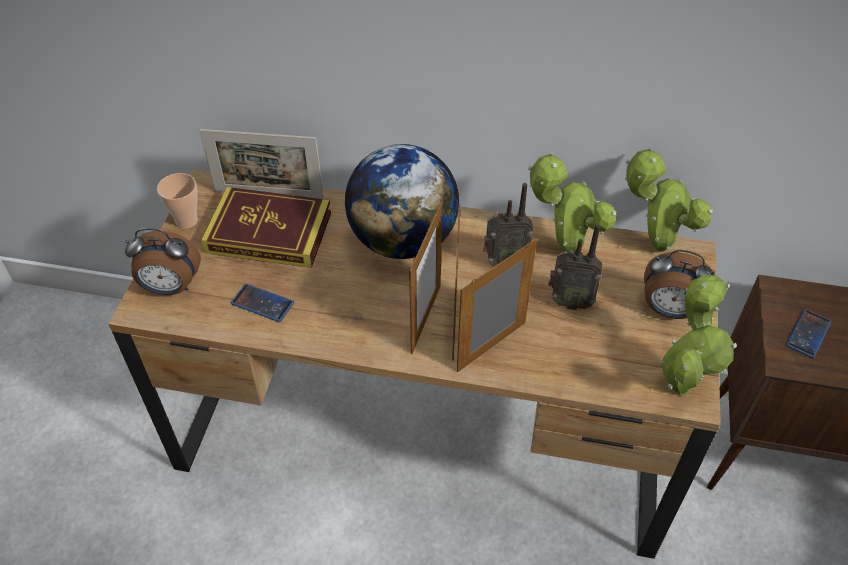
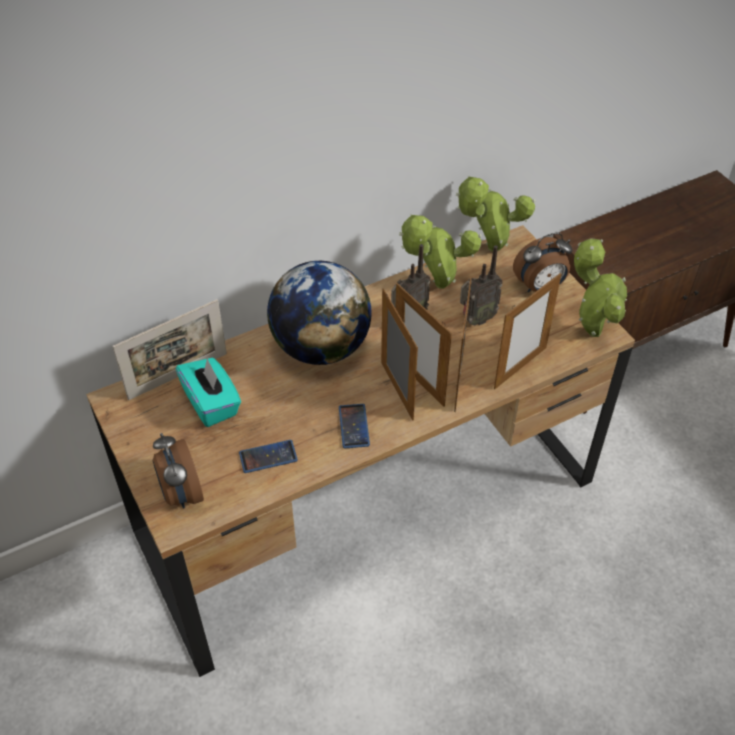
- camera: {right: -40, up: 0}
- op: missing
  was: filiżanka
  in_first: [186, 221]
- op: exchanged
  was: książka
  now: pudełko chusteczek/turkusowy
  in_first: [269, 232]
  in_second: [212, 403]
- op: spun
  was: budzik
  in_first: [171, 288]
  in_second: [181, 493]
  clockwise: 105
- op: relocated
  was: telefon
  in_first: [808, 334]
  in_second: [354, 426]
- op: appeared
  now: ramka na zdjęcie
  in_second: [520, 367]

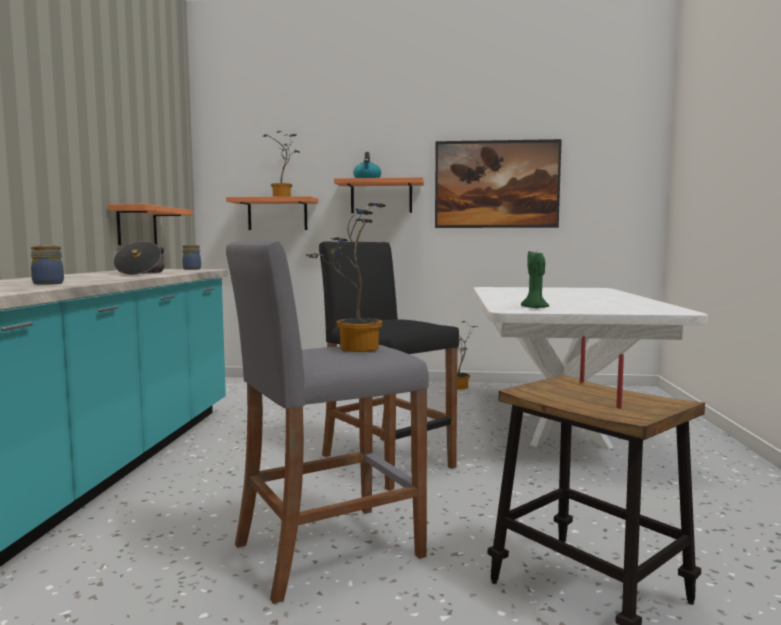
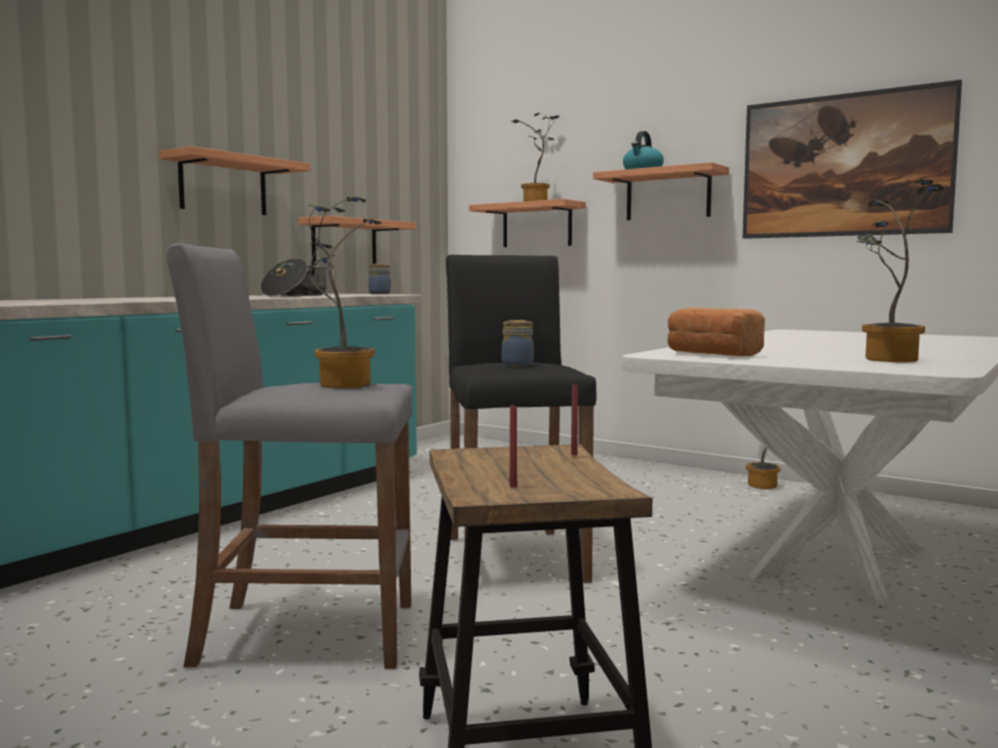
- camera: {right: 30, up: 0}
- op: relocated
  was: słoik
  in_first: [47, 283]
  in_second: [517, 364]
- op: exchanged
  was: świeca/zielony
  now: chleb
  in_first: [534, 308]
  in_second: [710, 354]
- op: appeared
  now: półka
  in_second: [223, 185]
- op: appeared
  now: roślina doniczkowa
  in_second: [886, 360]

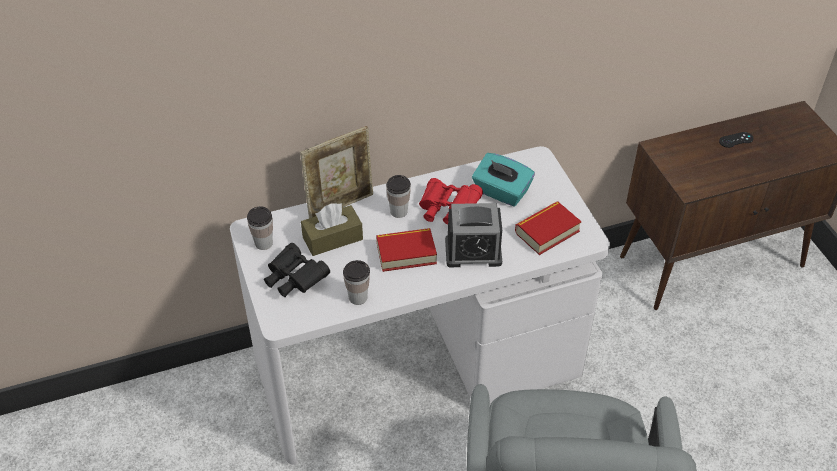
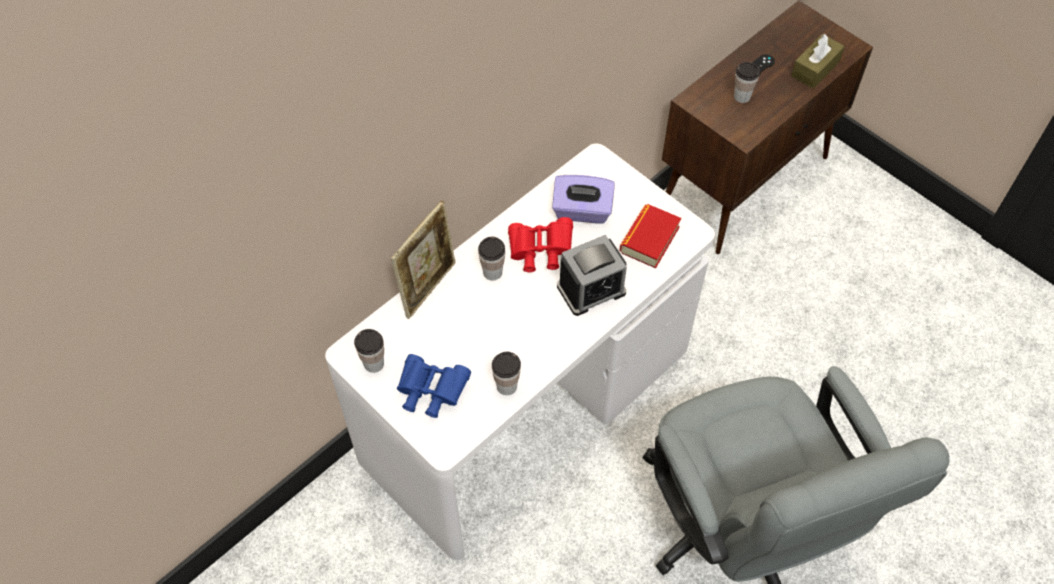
- camera: {right: -25, up: 10}
- op: colour
  was: pudełko chusteczek/turkusowy
  now: pudełko chusteczek/fioletowy
  in_first: [501, 192]
  in_second: [582, 211]
- op: relocated
  was: pudełko chusteczek/brązowy
  in_first: [332, 238]
  in_second: [815, 69]
- op: missing
  was: książka
  in_first: [406, 253]
- op: colour
  was: lornetka/czarny
  now: lornetka/niebieski
  in_first: [294, 279]
  in_second: [431, 392]
- op: appeared
  now: filiżanka
  in_second: [742, 96]

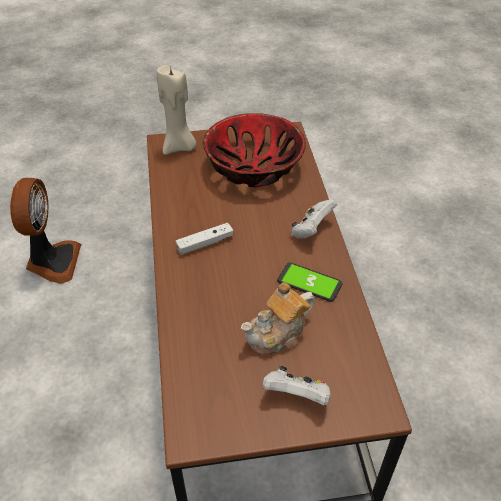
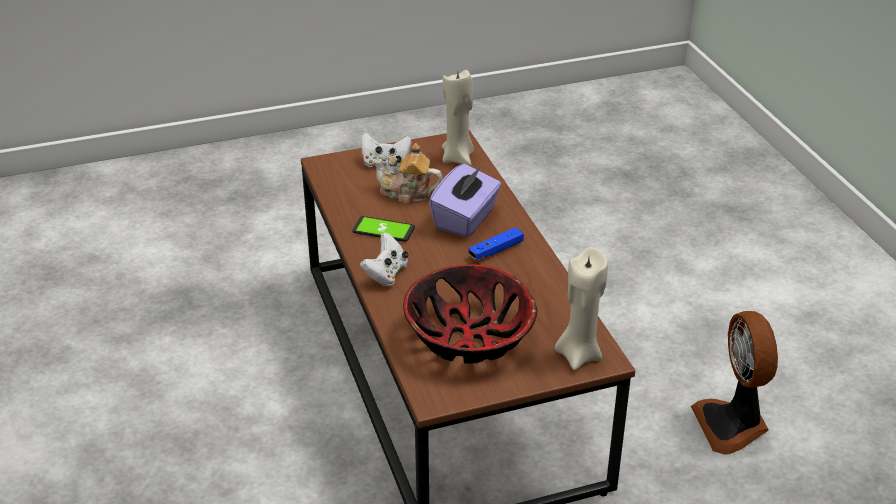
- camera: {right: 170, up: -10}
- op: colour
  was: pad do gier/biały
  now: pad do gier/niebieski
  in_first: [205, 243]
  in_second: [496, 250]
- op: spun
  was: imbryk
  in_first: [278, 334]
  in_second: [406, 193]
  clockwise: -120
- op: appeared
  now: świeca/beżowy
  in_second: [458, 158]
- op: appeared
  now: pudełko chusteczek/fioletowy
  in_second: [466, 219]

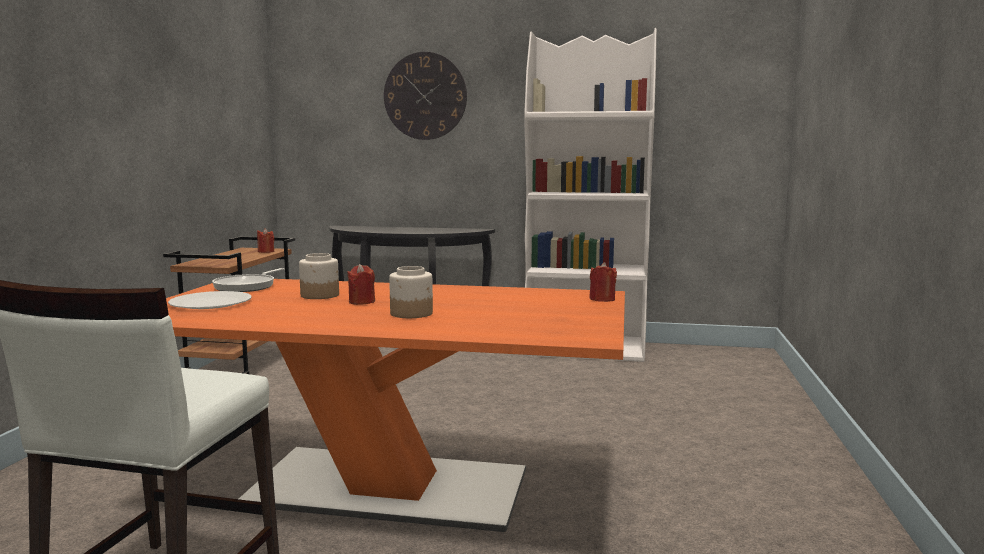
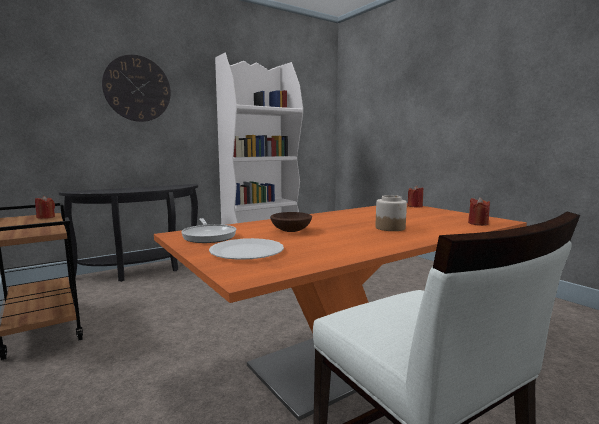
- camera: {right: -45, up: 0}
- op: exchanged
  was: słoik
  now: miska/brązowy
  in_first: [320, 295]
  in_second: [291, 230]
- op: relocated
  was: świeca/czerwony
  in_first: [362, 302]
  in_second: [478, 223]

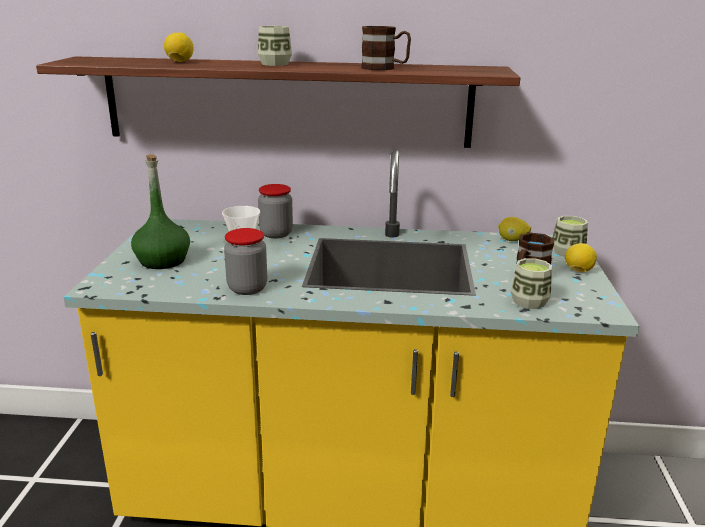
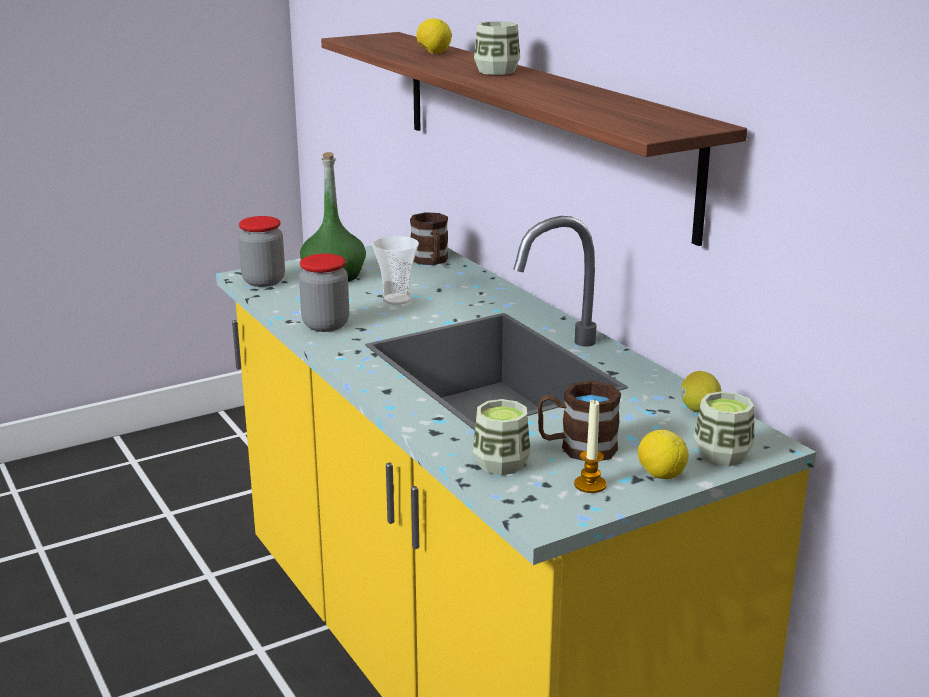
- camera: {right: 55, up: 0}
- op: relocated
  was: kubek/brązowy
  in_first: [385, 68]
  in_second: [431, 261]
- op: relocated
  was: słoik
  in_first: [276, 234]
  in_second: [263, 281]
- op: appeared
  now: świeca
  in_second: [590, 485]

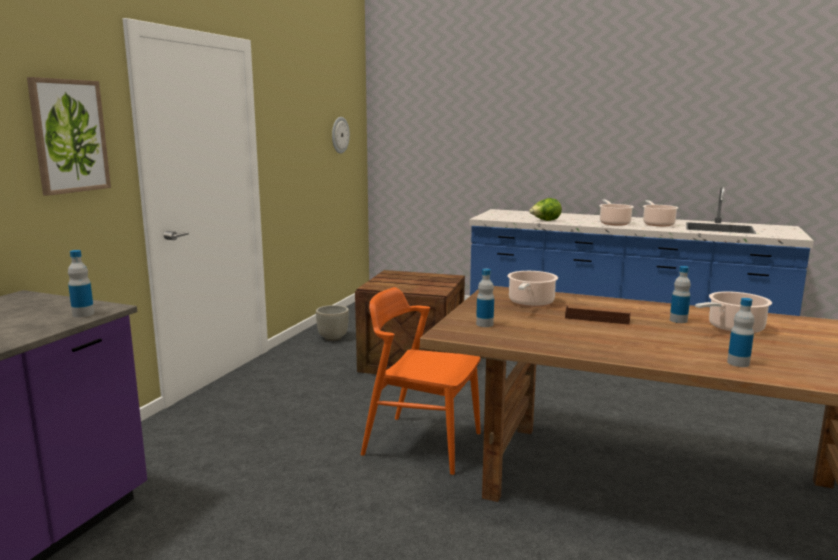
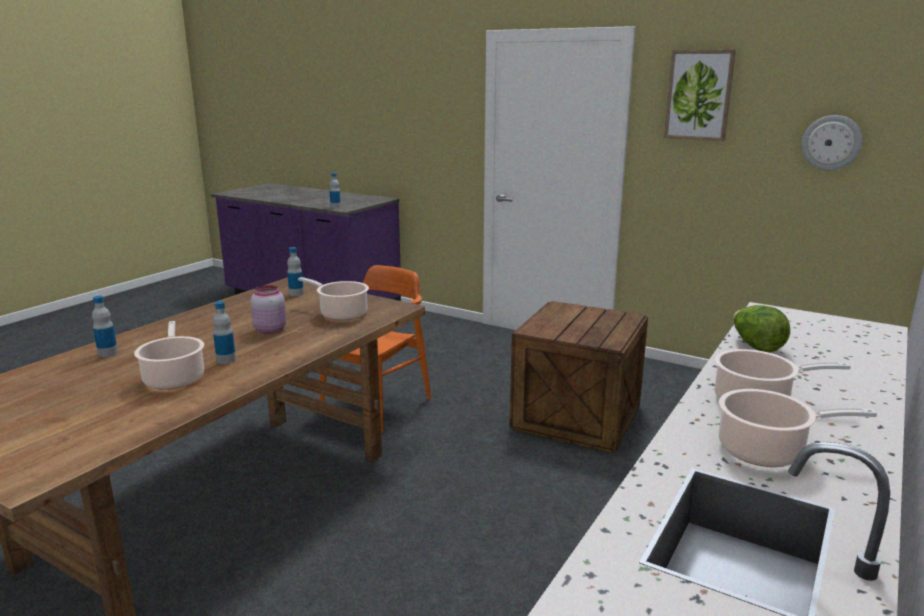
- camera: {right: 100, up: 5}
- op: relocated
  was: obraz
  in_first: [69, 136]
  in_second: [699, 95]
- op: missing
  was: donica/szary
  in_first: [333, 338]
- op: exchanged
  was: taca/brązowy
  now: słoik/różowy
  in_first: [597, 318]
  in_second: [270, 329]

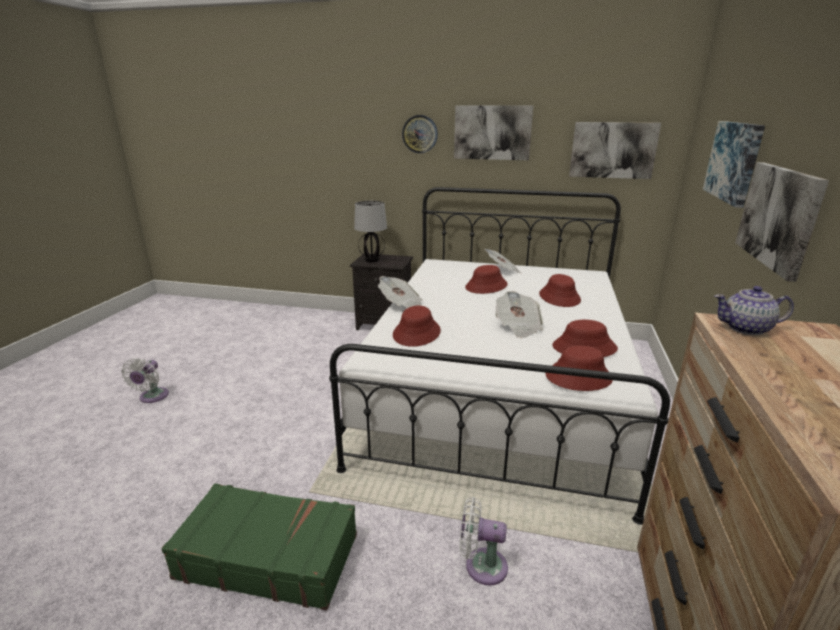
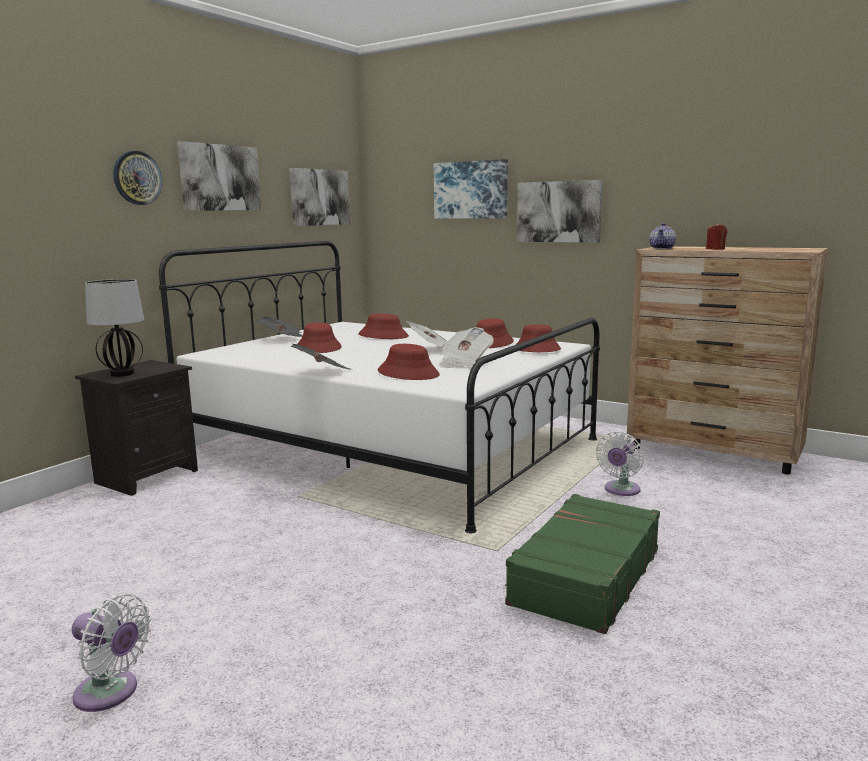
- camera: {right: -70, up: -10}
- op: appeared
  now: świeca/czerwony
  in_second: [715, 249]
- op: appeared
  now: gazeta
  in_second: [463, 363]

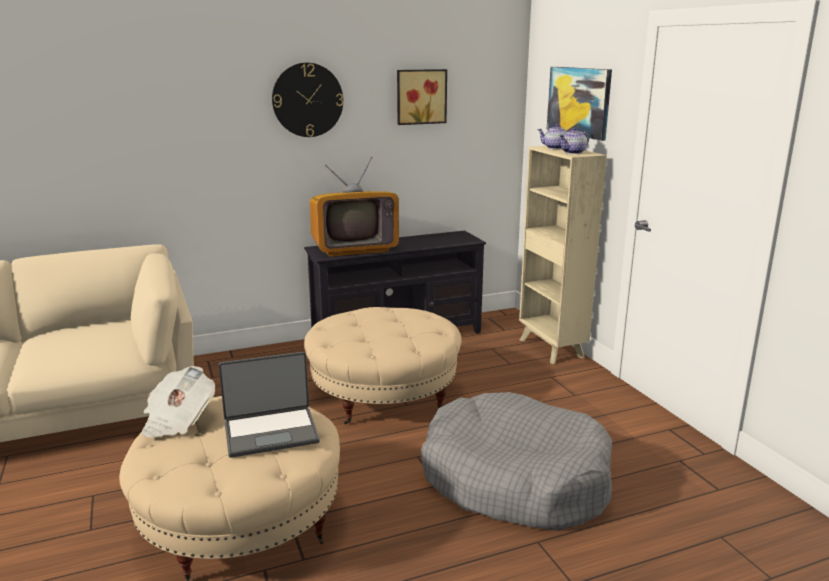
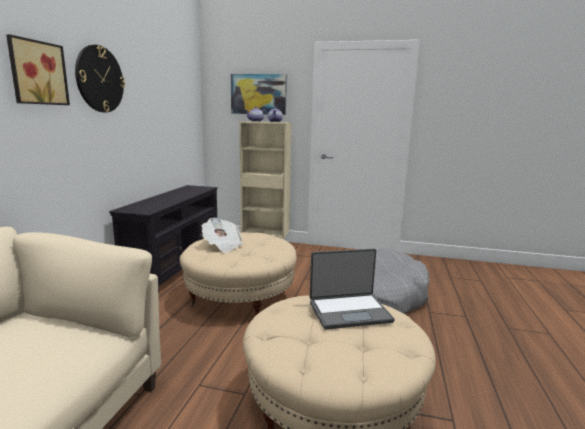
- camera: {right: -55, up: -5}
- op: relocated
  was: obraz
  in_first: [420, 96]
  in_second: [37, 73]
- op: missing
  was: telewizor
  in_first: [354, 248]
- op: spun
  was: laptop
  in_first: [271, 432]
  in_second: [349, 311]
  clockwise: 60
- op: relocated
  was: gazeta
  in_first: [178, 420]
  in_second: [222, 245]

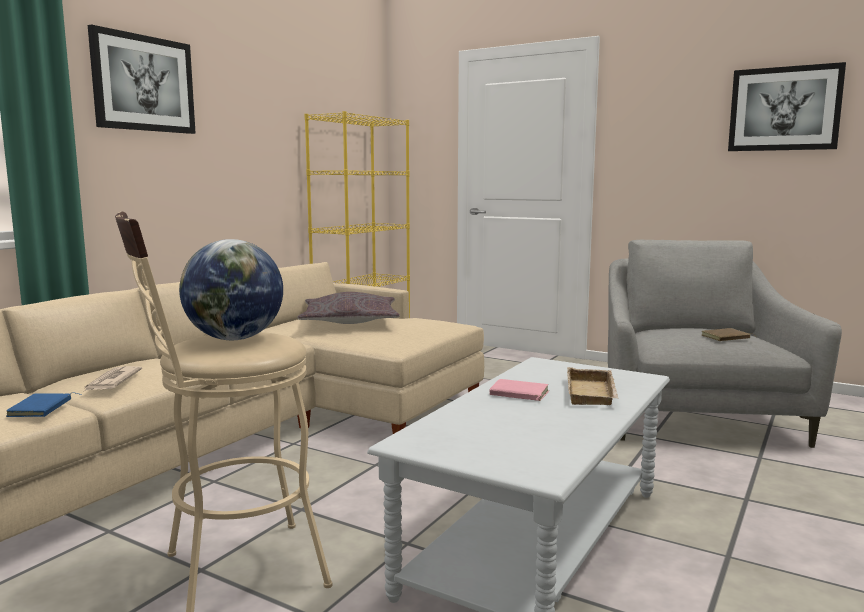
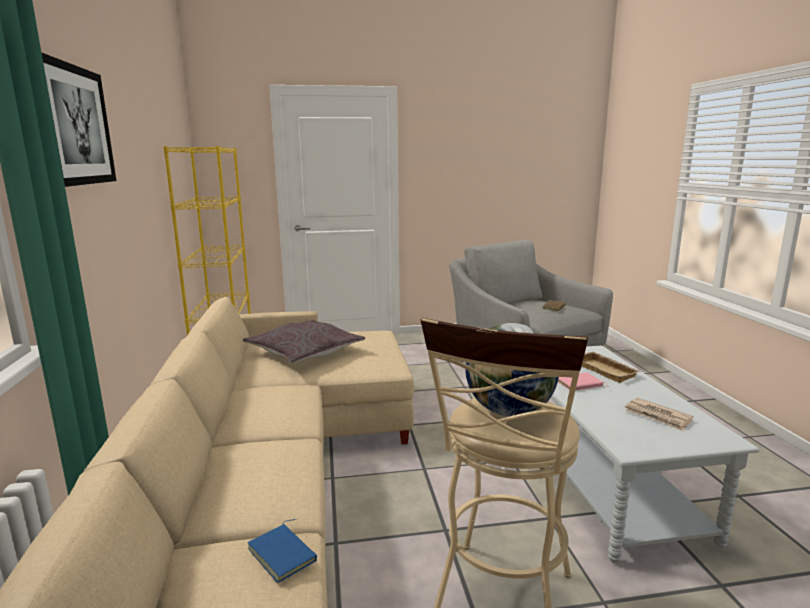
- camera: {right: -40, up: 5}
- op: missing
  was: obraz
  in_first: [784, 109]
- op: relocated
  was: gazeta
  in_first: [112, 382]
  in_second: [657, 416]

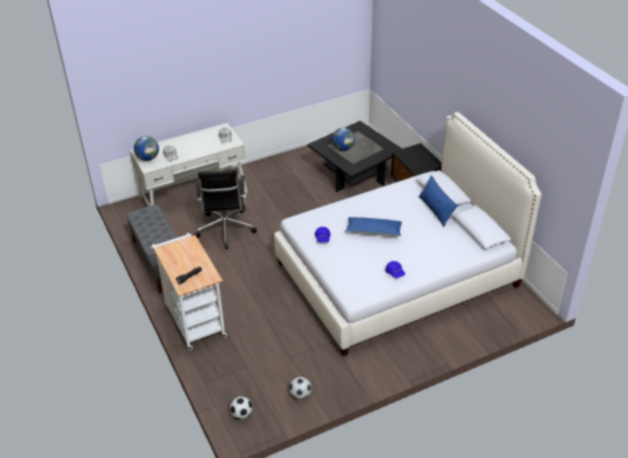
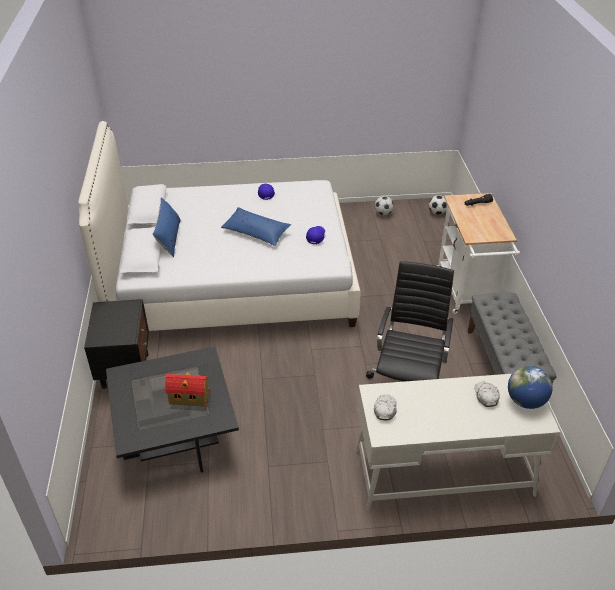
- camera: {right: -160, up: 0}
- op: exchanged
  was: globus
  now: domek
  in_first: [343, 148]
  in_second: [190, 398]

